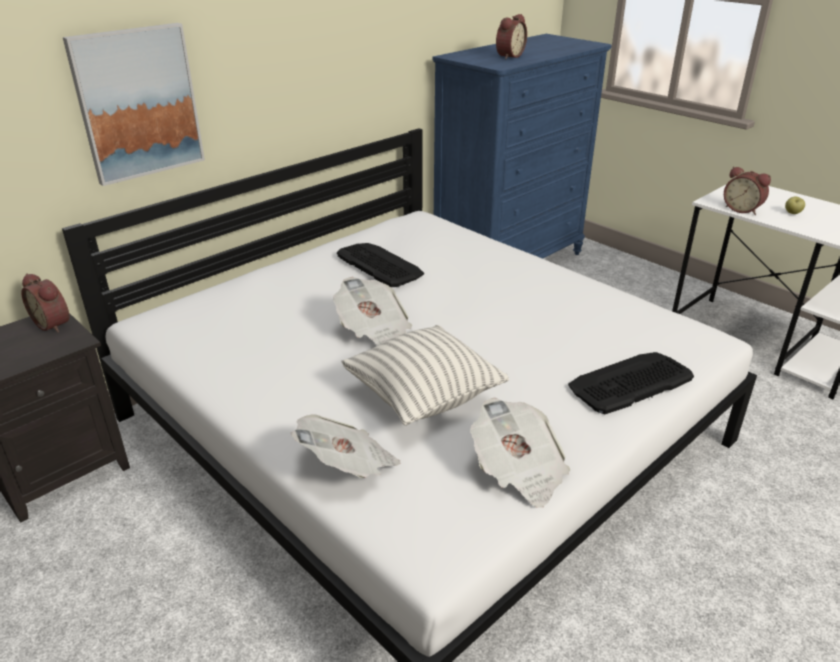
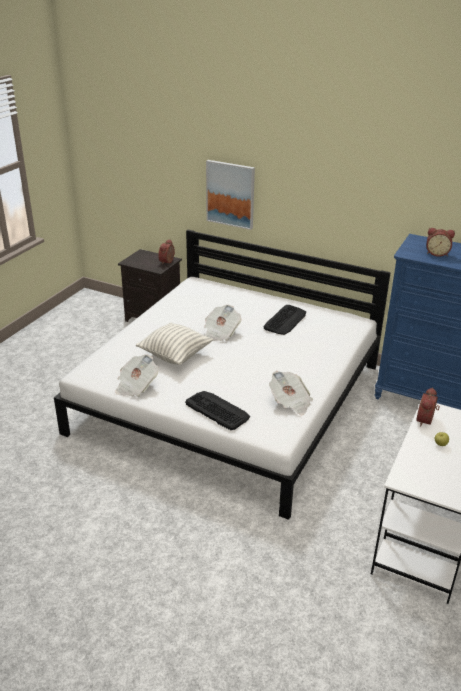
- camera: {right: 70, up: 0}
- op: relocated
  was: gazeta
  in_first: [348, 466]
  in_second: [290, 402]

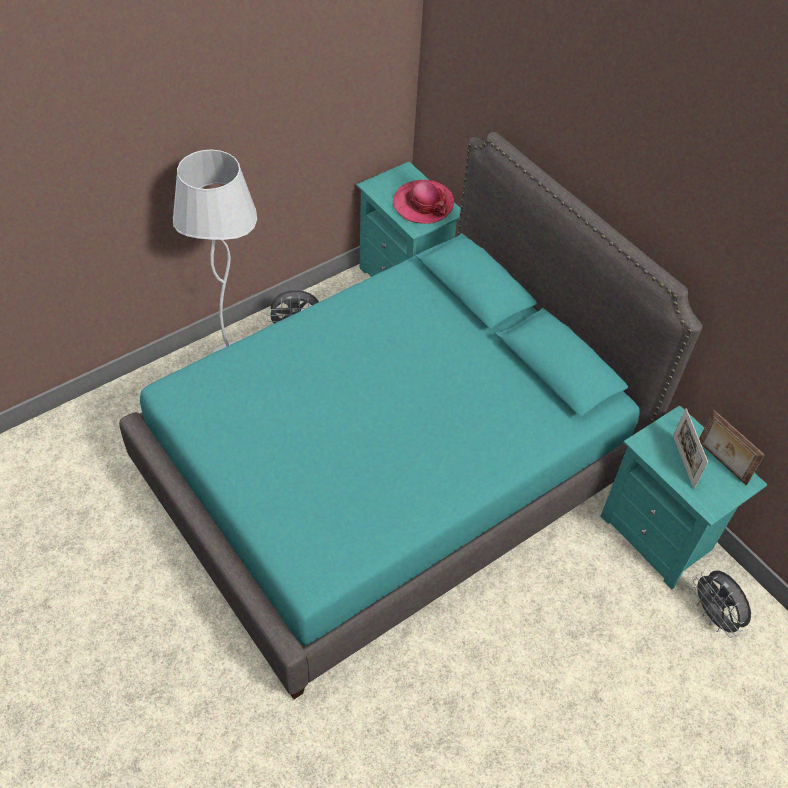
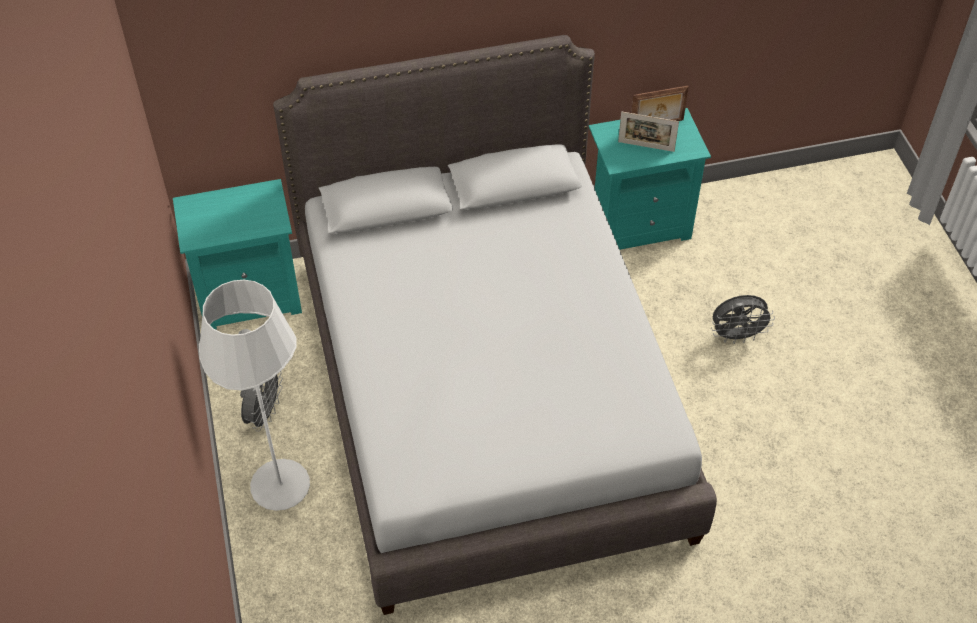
- camera: {right: -65, up: 0}
- op: colour
  was: łóżko/turkusowy
  now: łóżko/szary
  in_first: [389, 472]
  in_second: [488, 393]
- op: missing
  was: kapelusz
  in_first: [423, 204]
- op: relocated
  was: wentylator/szary
  in_first: [713, 616]
  in_second: [737, 336]

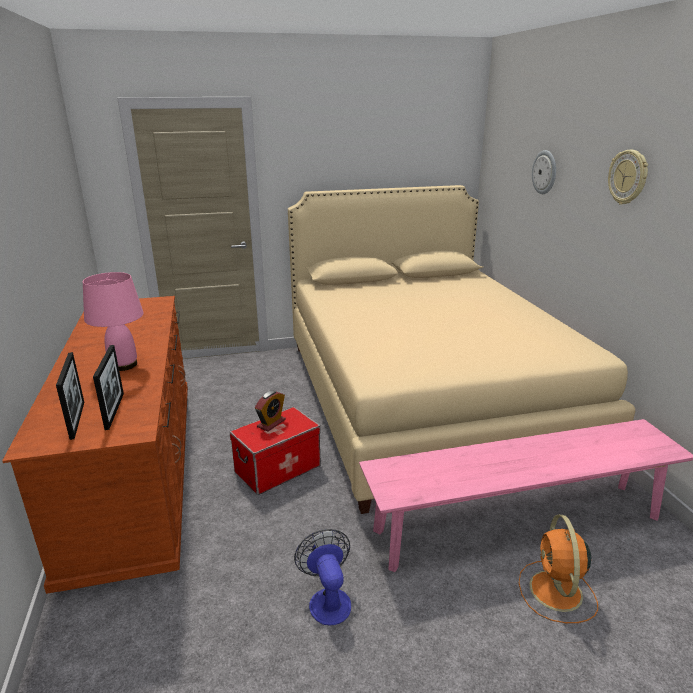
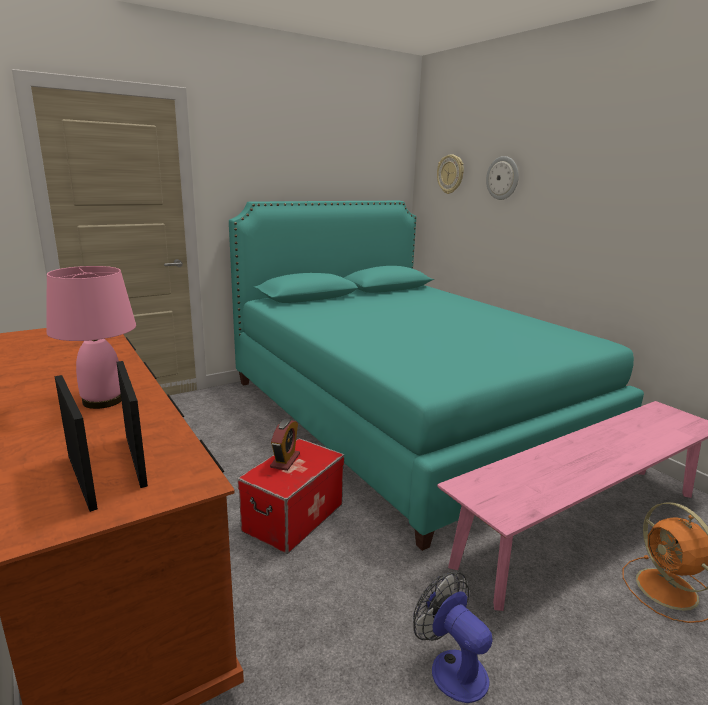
- camera: {right: -20, up: -5}
- op: relocated
  was: zegar ścienny
  in_first: [628, 177]
  in_second: [450, 174]
- op: colour
  was: łóżko/beżowy
  now: łóżko/turkusowy
  in_first: [424, 398]
  in_second: [407, 416]

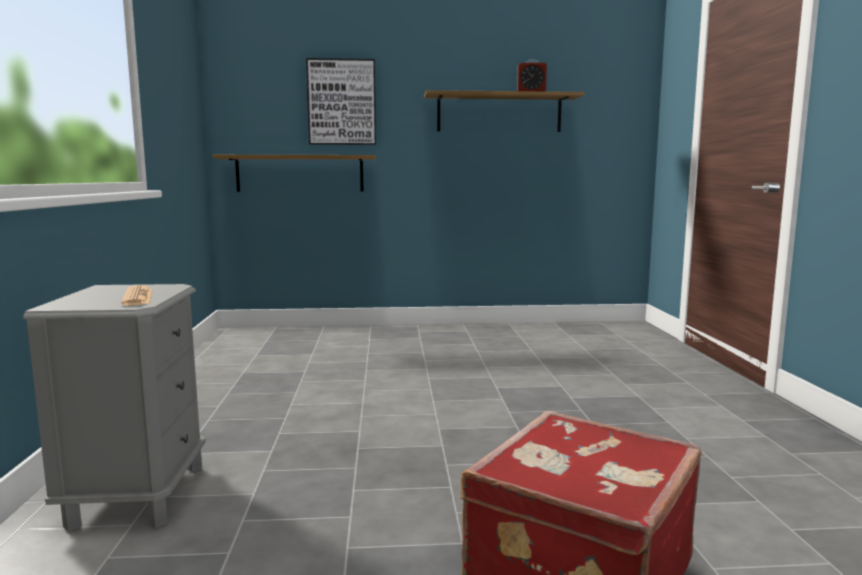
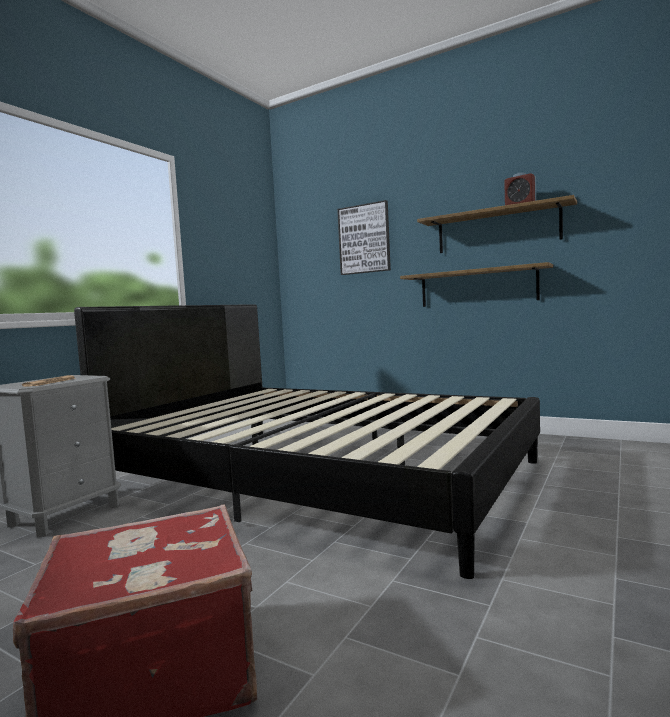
- camera: {right: 35, up: -5}
- op: relocated
  was: półka
  in_first: [300, 173]
  in_second: [477, 287]
- op: appeared
  now: łóżko/czarny
  in_second: [322, 476]

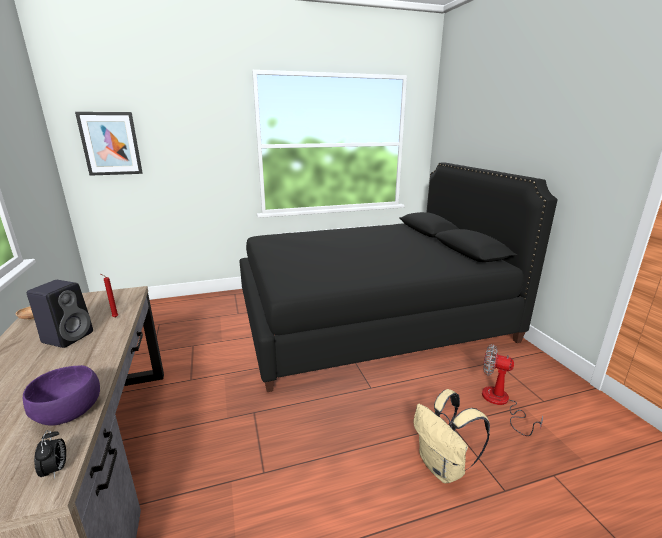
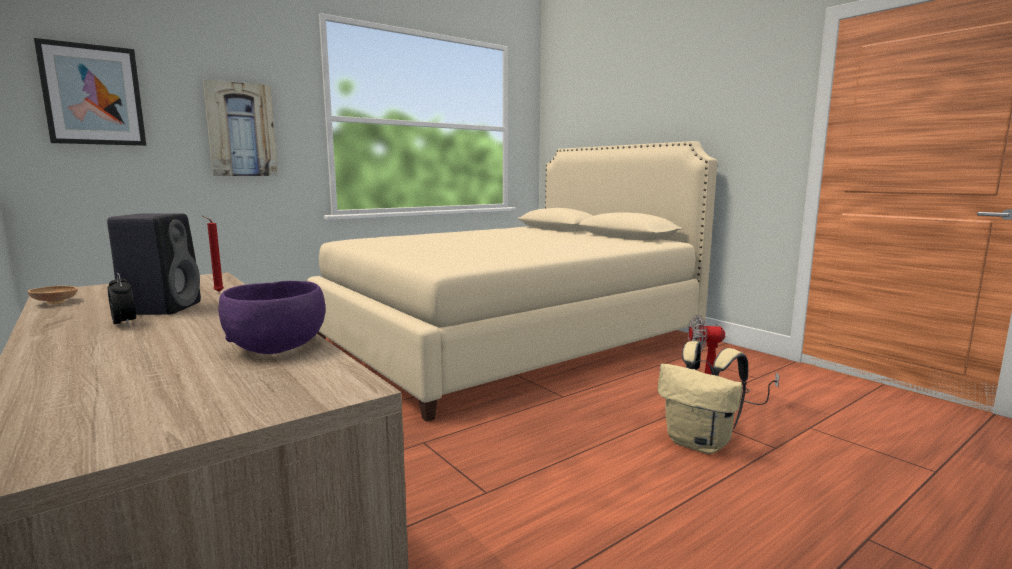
- camera: {right: -20, up: -10}
- op: colour
  was: łóżko/czarny
  now: łóżko/beżowy
  in_first: [368, 318]
  in_second: [509, 340]
- op: relocated
  was: budzik
  in_first: [56, 470]
  in_second: [125, 324]
- op: appeared
  now: obraz
  in_second: [241, 130]

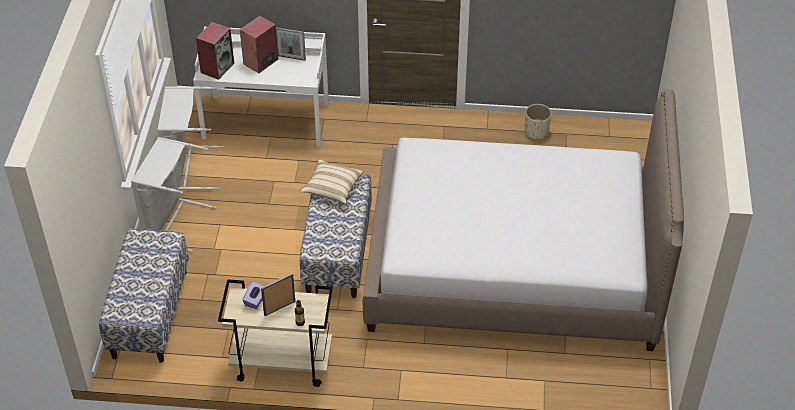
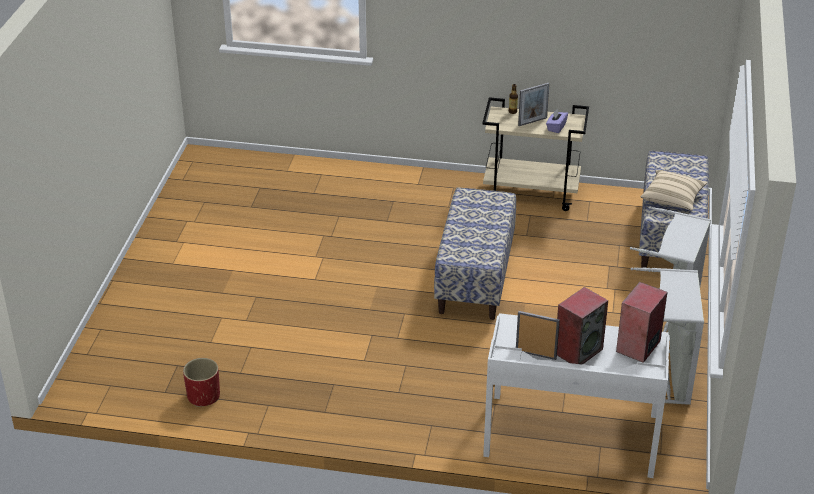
- camera: {right: -175, up: -10}
- op: missing
  was: łóżko
  in_first: [514, 265]
- op: colour
  was: donica/beżowy
  now: donica/czerwony
  in_first: [536, 132]
  in_second: [203, 396]
- op: relocated
  was: poduszka/beżowy
  in_first: [332, 188]
  in_second: [672, 199]

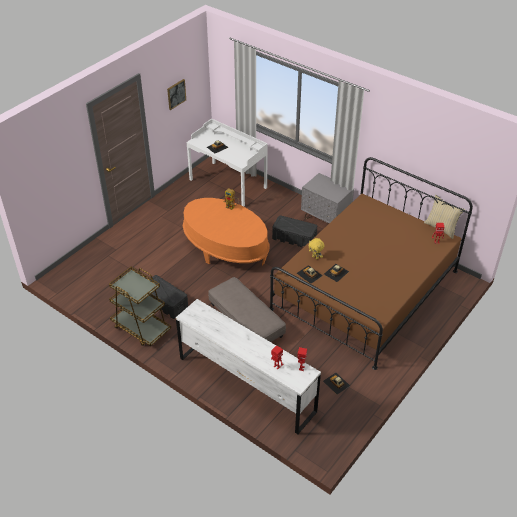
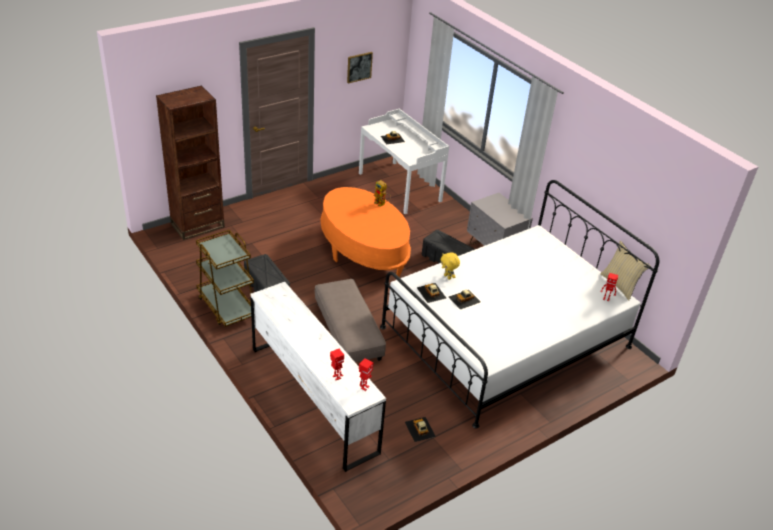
- camera: {right: 15, up: -5}
- op: colour
  was: łóżko/brązowy
  now: łóżko/biały
  in_first: [365, 289]
  in_second: [505, 337]
- op: appeared
  now: regał/brązowy
  in_second: [197, 225]

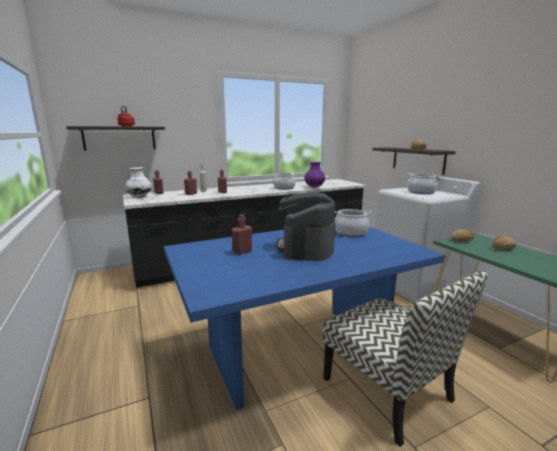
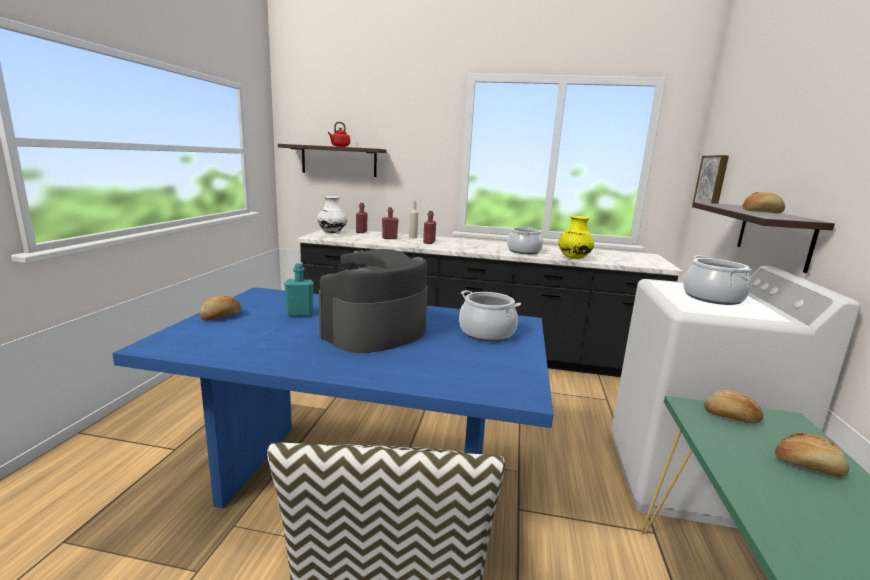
- camera: {right: 35, up: 0}
- op: colour
  was: wazon/fioletowy
  now: wazon/żółty
  in_first: [314, 187]
  in_second: [573, 258]
- op: colour
  was: butelka/czerwony
  now: butelka/turkusowy
  in_first: [242, 251]
  in_second: [300, 314]
- op: appeared
  now: obraz
  in_second: [712, 181]
- op: appeared
  now: chleb
  in_second: [222, 317]

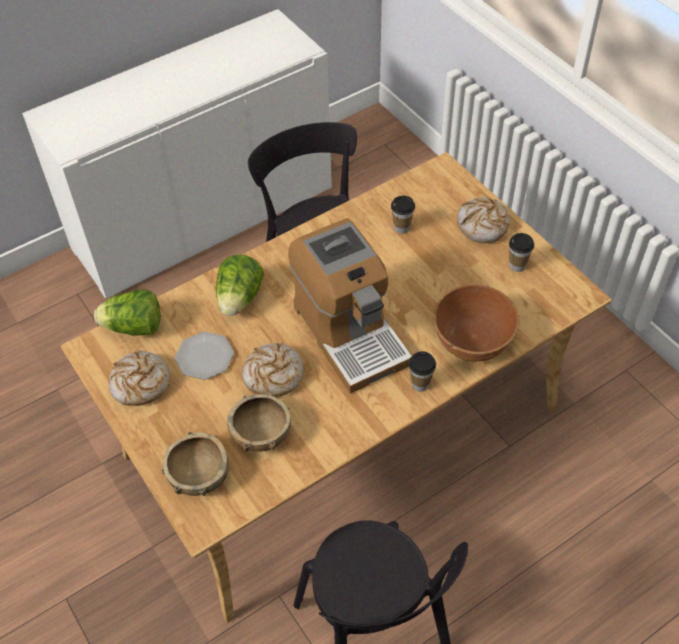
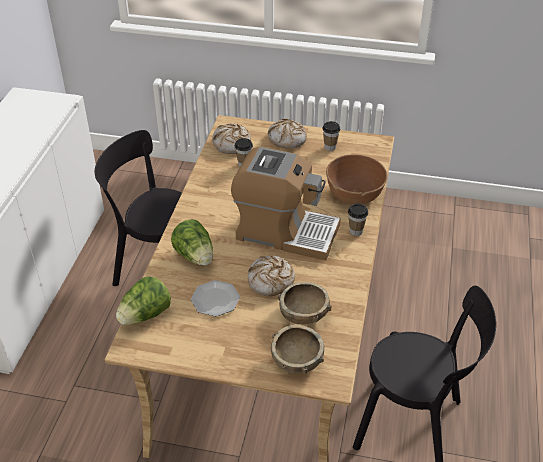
- camera: {right: -45, up: -10}
- op: relocated
  was: chleb
  in_first: [140, 384]
  in_second: [231, 144]

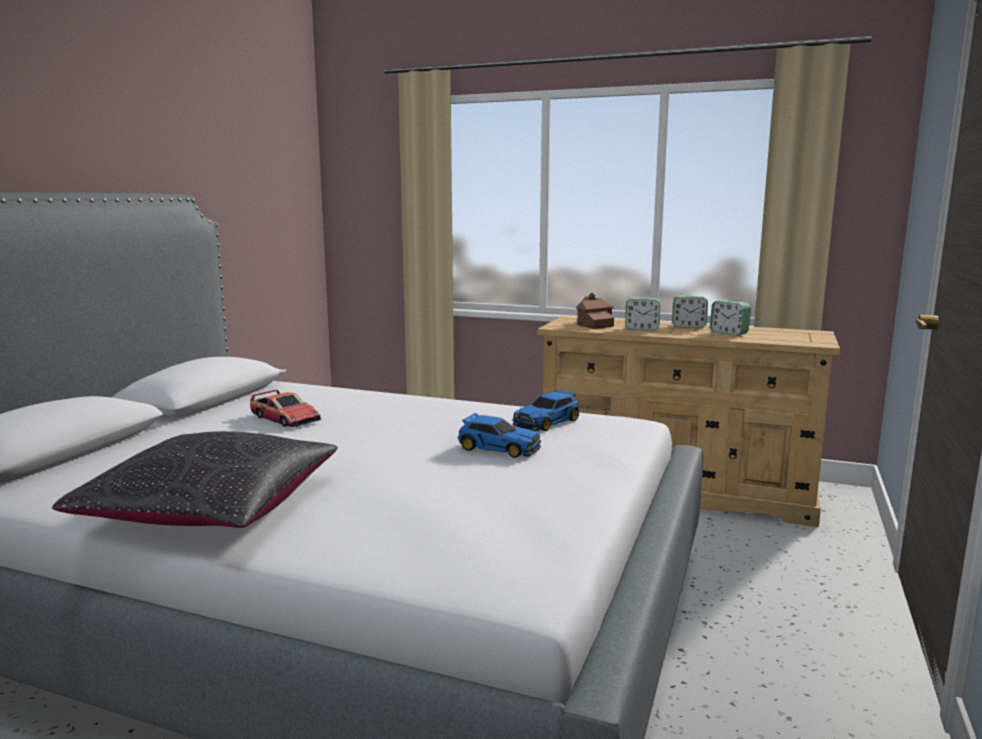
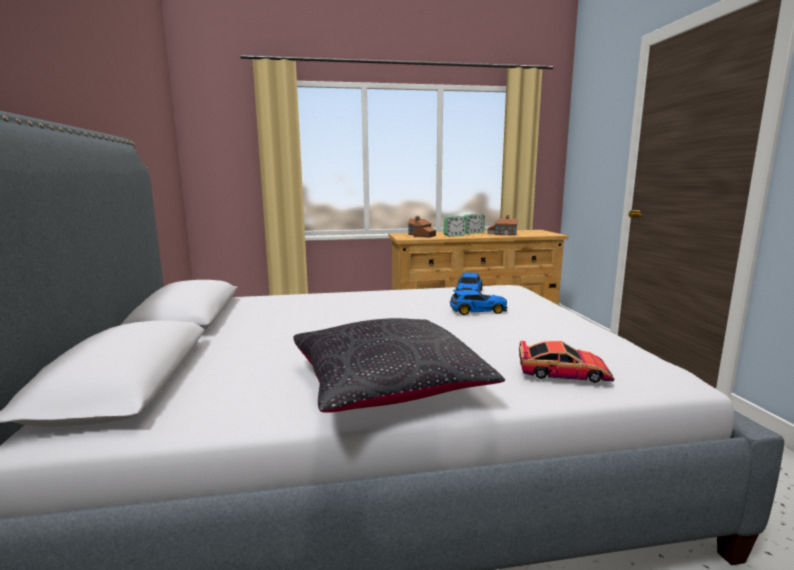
- camera: {right: -30, up: 0}
- op: exchanged
  was: budzik
  now: domek
  in_first: [729, 333]
  in_second: [501, 234]
- op: relocated
  was: samochodzik
  in_first: [286, 418]
  in_second: [563, 372]

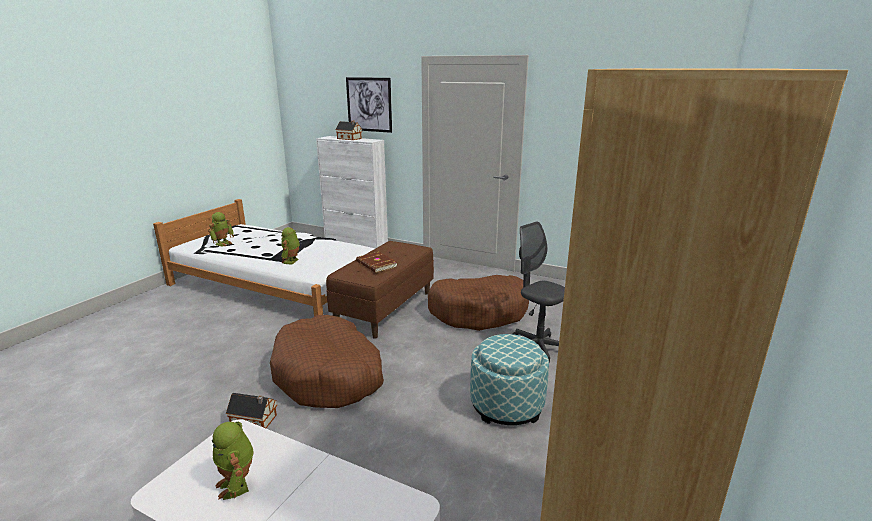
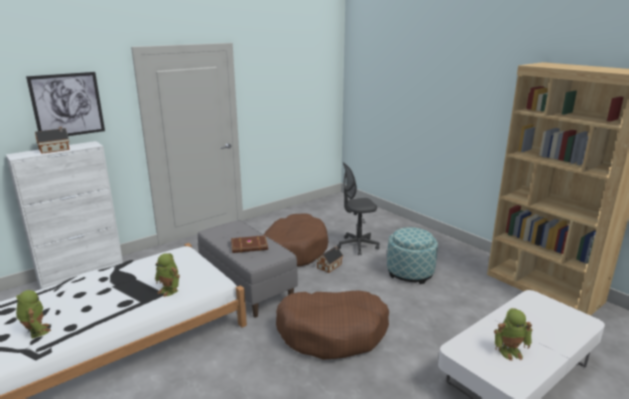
- camera: {right: -65, up: 0}
- op: colour
  was: ławka/brązowy
  now: ławka/szary
  in_first: [385, 308]
  in_second: [246, 286]
- op: relocated
  was: domek
  in_first: [255, 421]
  in_second: [330, 265]

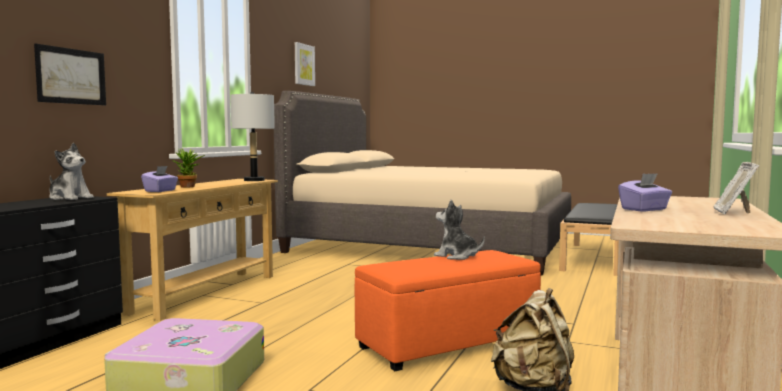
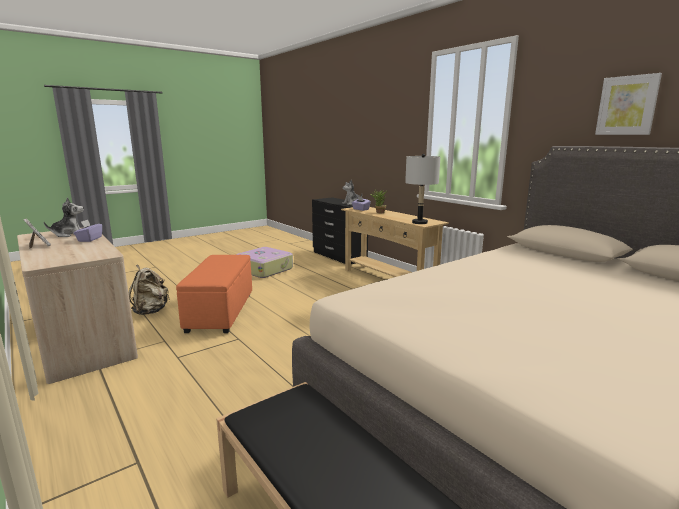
- camera: {right: 120, up: 10}
- op: missing
  was: obraz
  in_first: [71, 76]
- op: relocated
  was: pluszak
  in_first: [456, 256]
  in_second: [69, 234]

